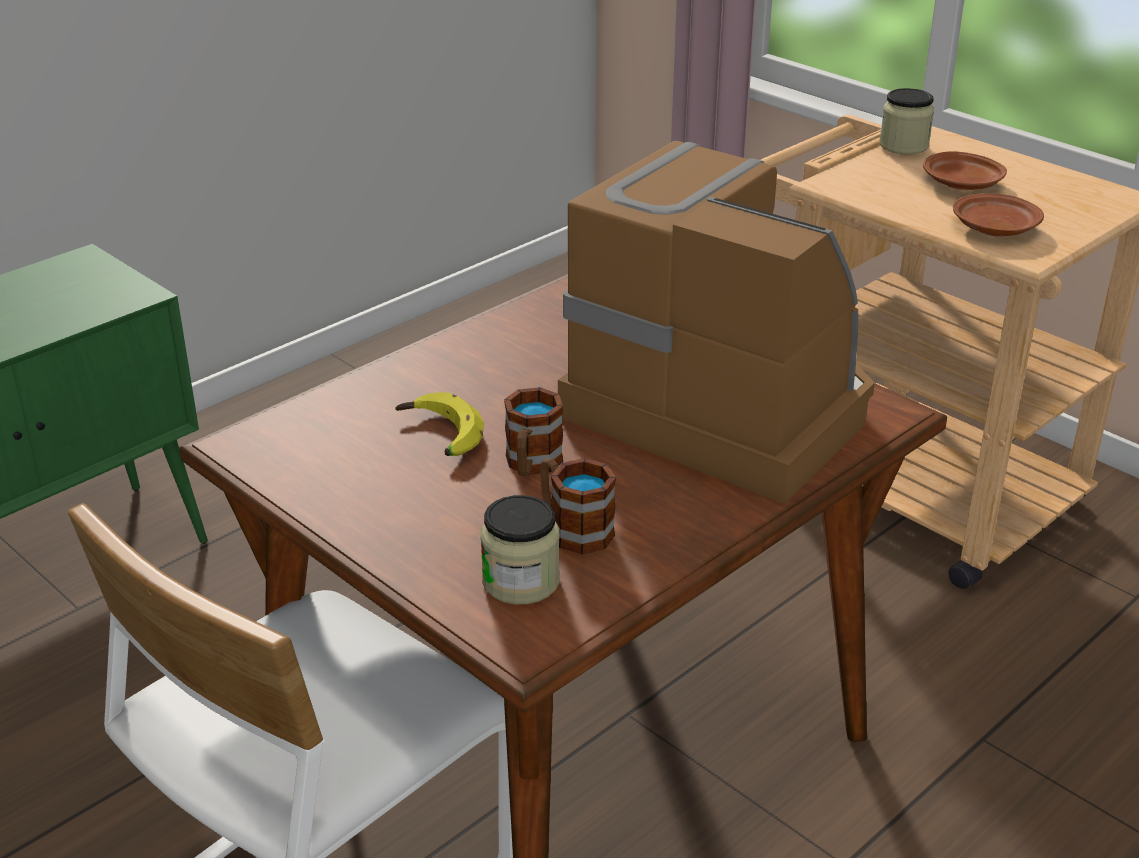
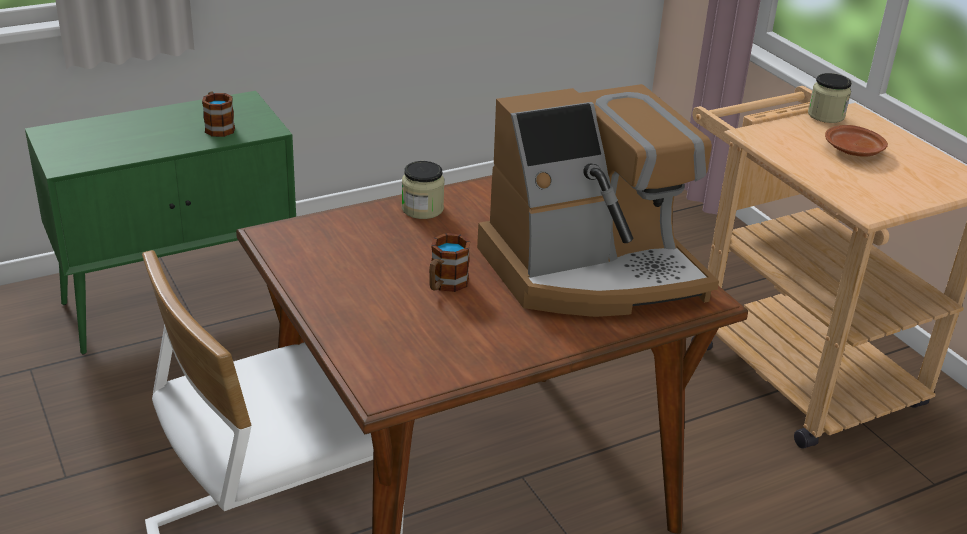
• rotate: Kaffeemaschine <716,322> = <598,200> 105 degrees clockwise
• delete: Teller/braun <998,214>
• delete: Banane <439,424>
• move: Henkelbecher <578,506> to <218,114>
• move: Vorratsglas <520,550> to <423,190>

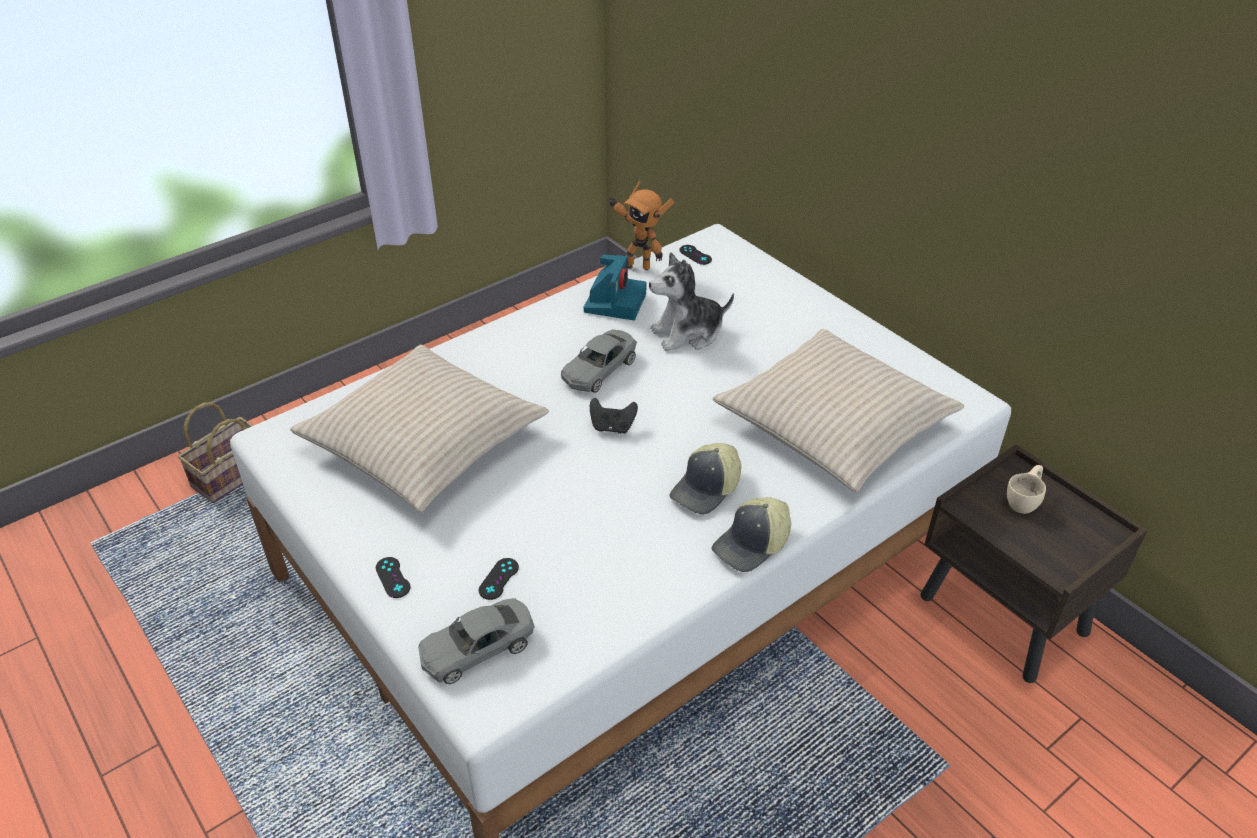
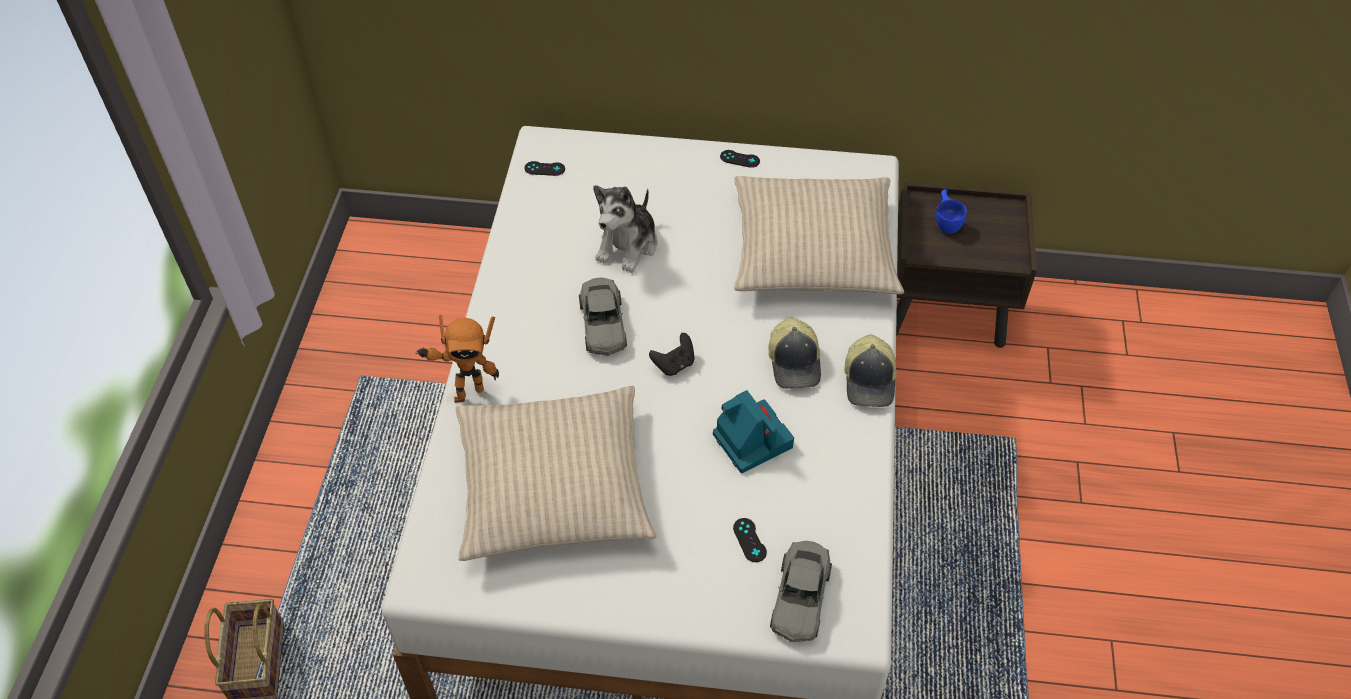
• move: Spielzeugroboter <641,225> to <457,359>
• move: Kamera <615,287> to <753,431>
• recolor: Tasse/beige <1026,489> to Tasse/blau <951,211>
• move: Gamepad/schwarz <393,577> to <740,159>

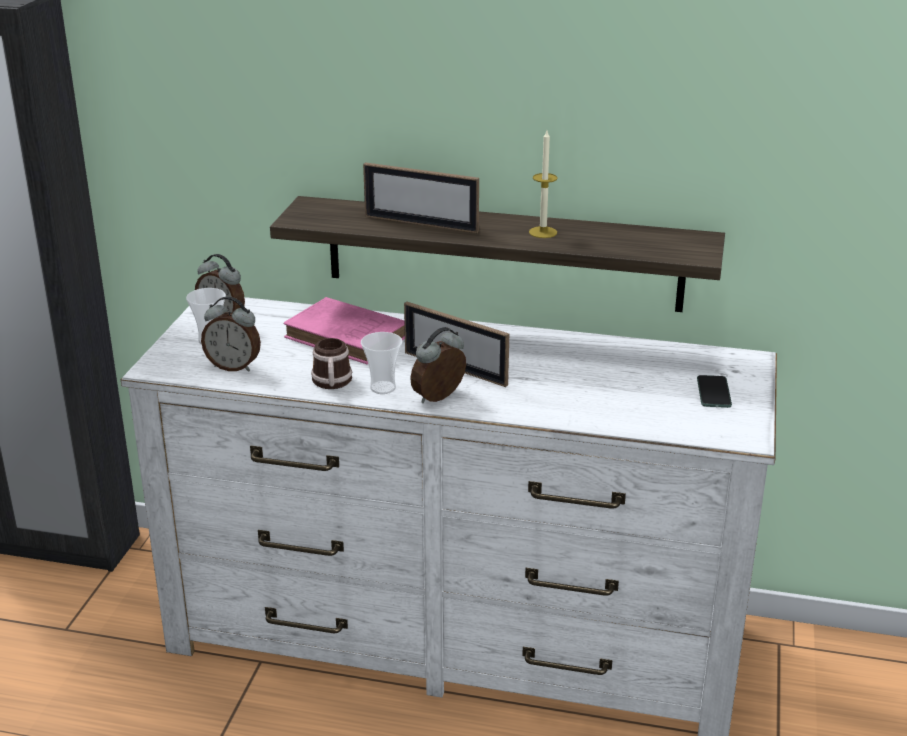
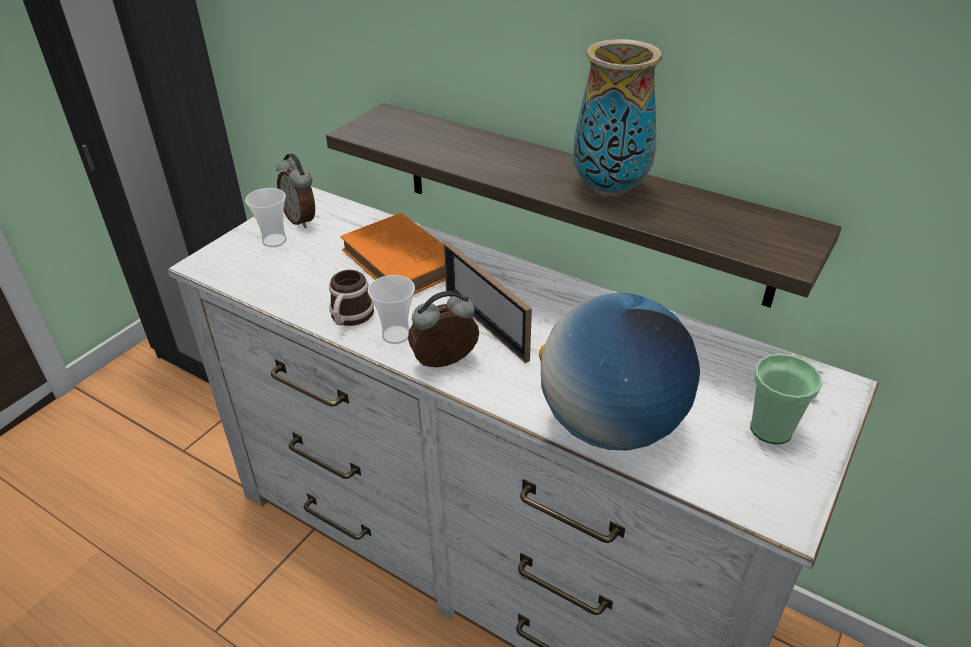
• replace: Kerze <543,184> to Vase <617,118>
• delete: Bilderrahmen <421,197>
• delete: Wecker <231,334>
• recolor: Buch/rosa <344,330> to Buch/orange <392,254>
• replace: Handy <714,391> to Tasse <786,399>
• insert: Globus <619,371>

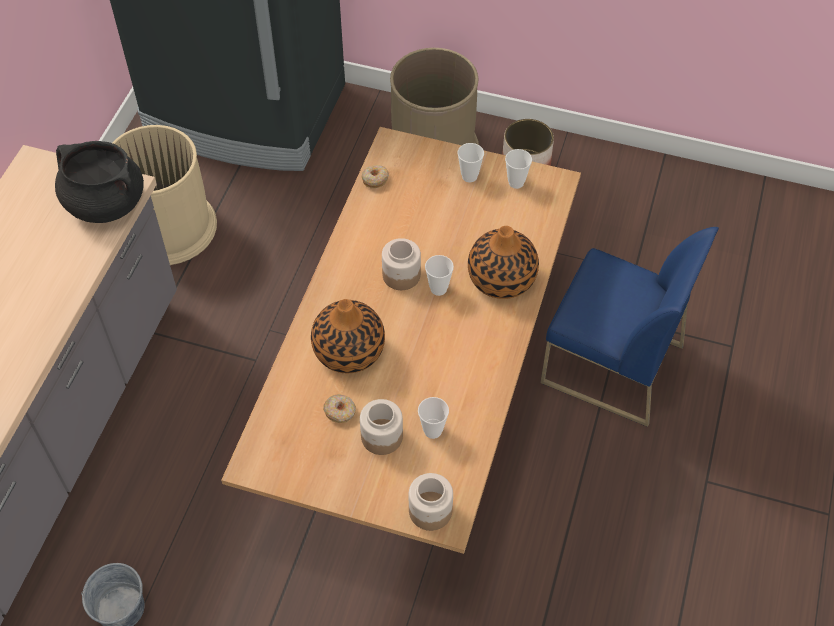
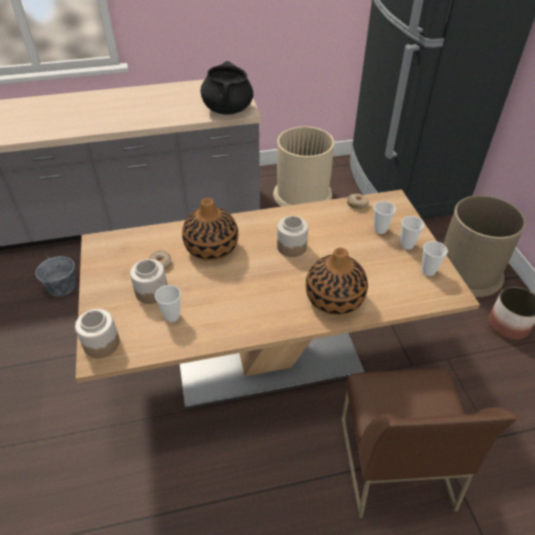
• recolor: Stuhl/blau <629,327> to Stuhl/braun <429,443>
• move: Tasse <439,275> to <385,217>

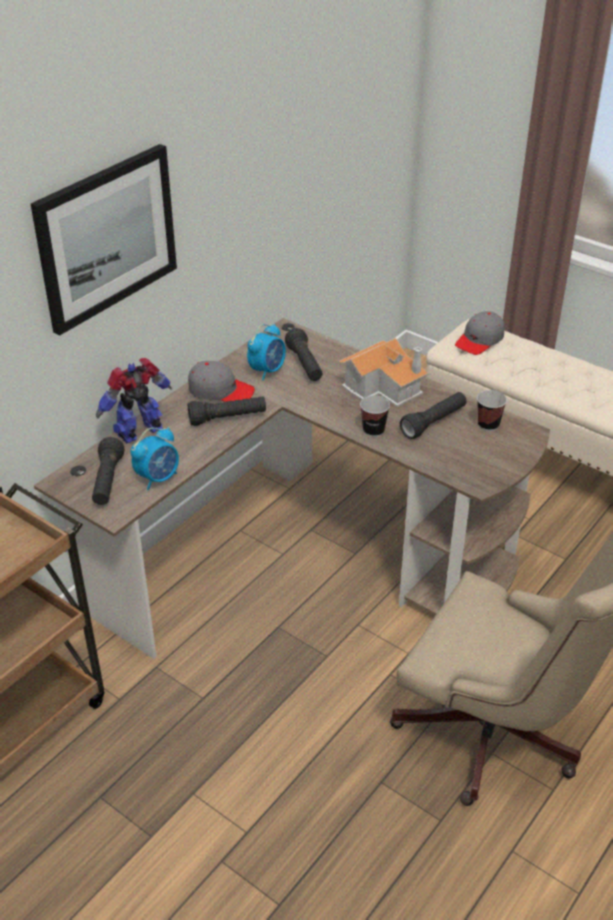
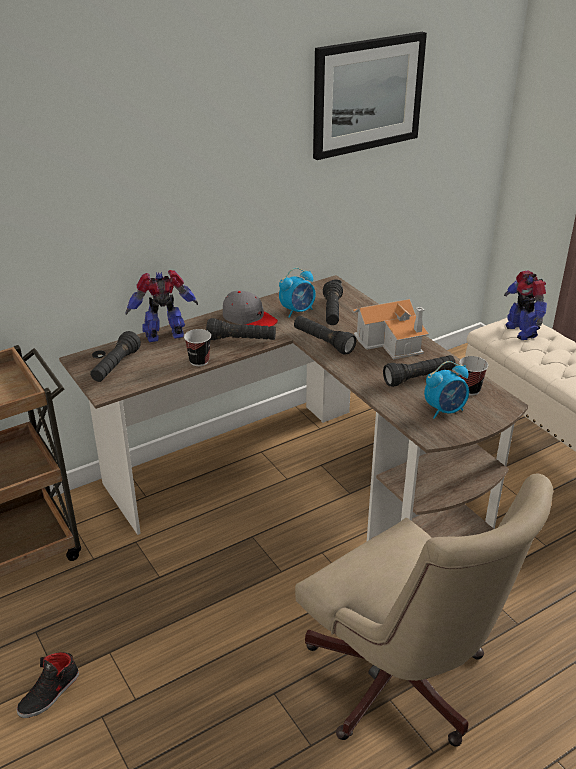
• move: Bild <104,240> to <370,96>
• replace: Kappe/grau <480,333> to Spielzeugroboter <525,305>
• move: Tasse <375,416> to <197,347>
• move: Wecker <154,458> to <446,390>
• insert: Taschenlampe/schwarz <325,335>
• insert: Schuh/schwarz <48,685>

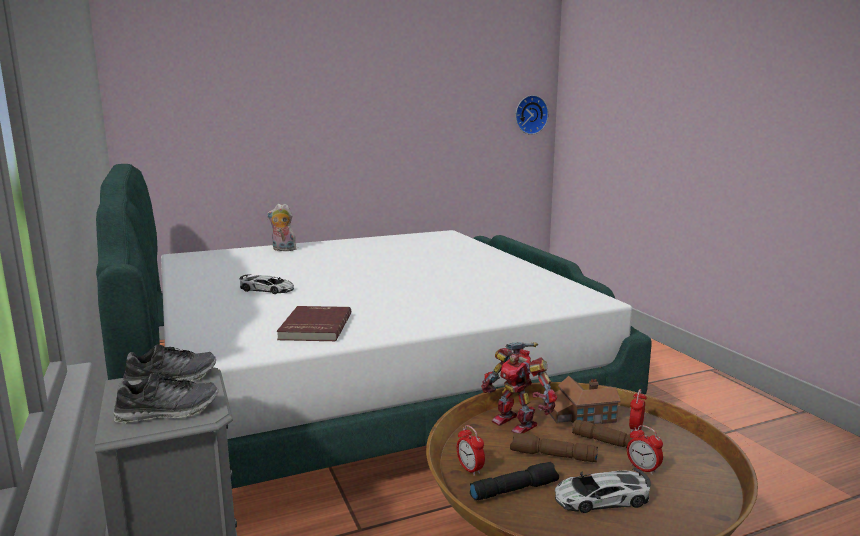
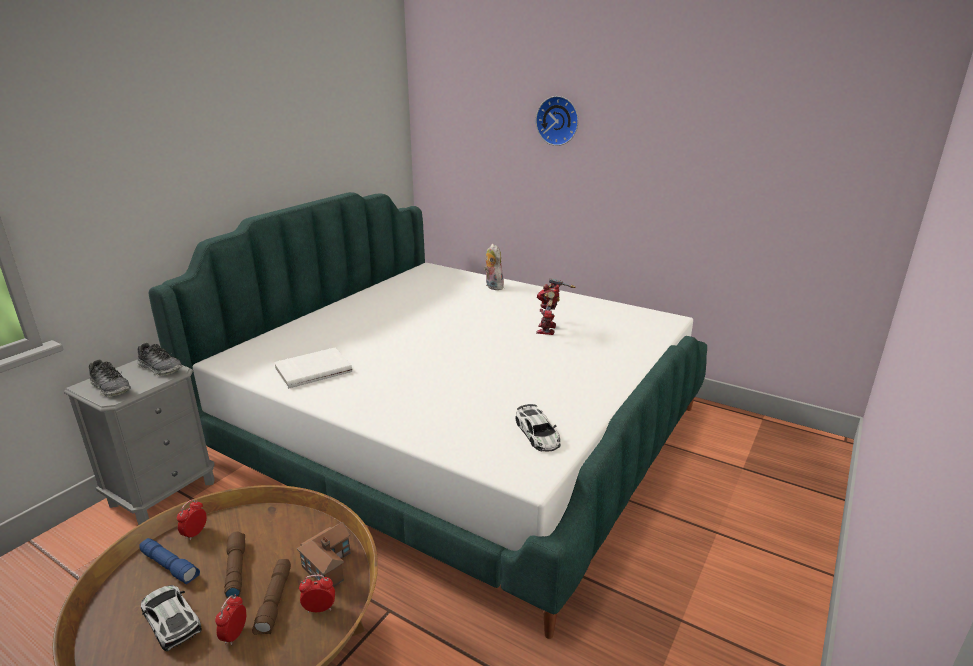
• move: Wanduhr <532,115> to <557,121>
• move: Spielzeugauto <267,284> to <538,427>
• recolor: Buch/rot <313,323> to Buch/weiß <313,368>
• move: Spielzeugroboter <519,387> to <555,306>
• recolor: Taschenlampe/schwarz <514,481> to Taschenlampe/blau <169,561>

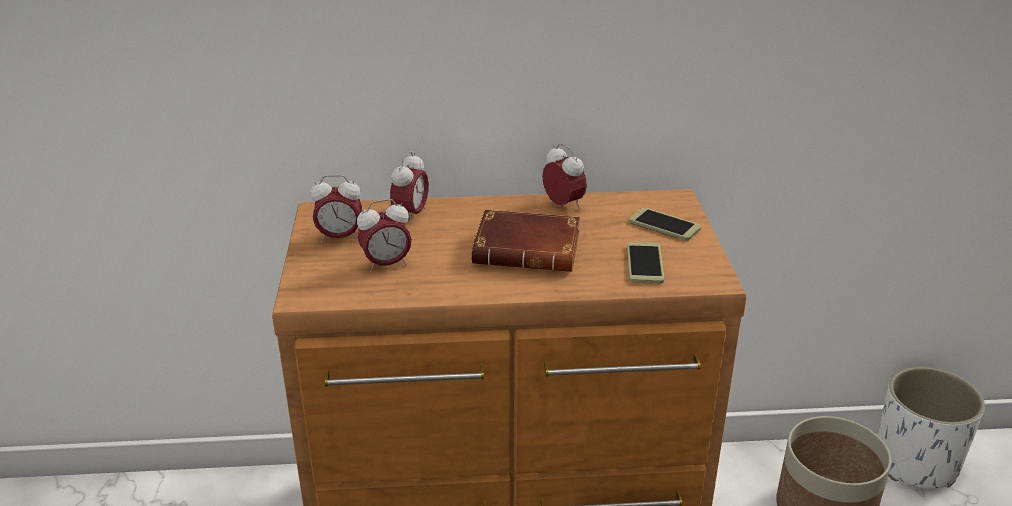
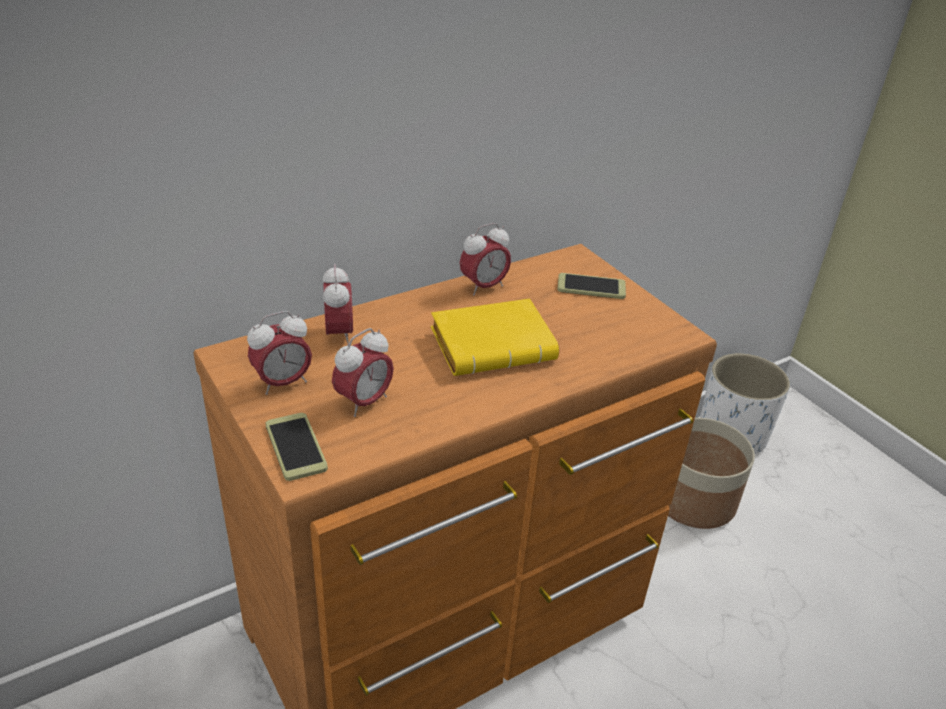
• rotate: Wecker <564,176> = <485,259> 120 degrees clockwise
• recolor: Buch/braun <525,241> to Buch/gelb <495,337>
• move: Handy <645,263> to <297,447>

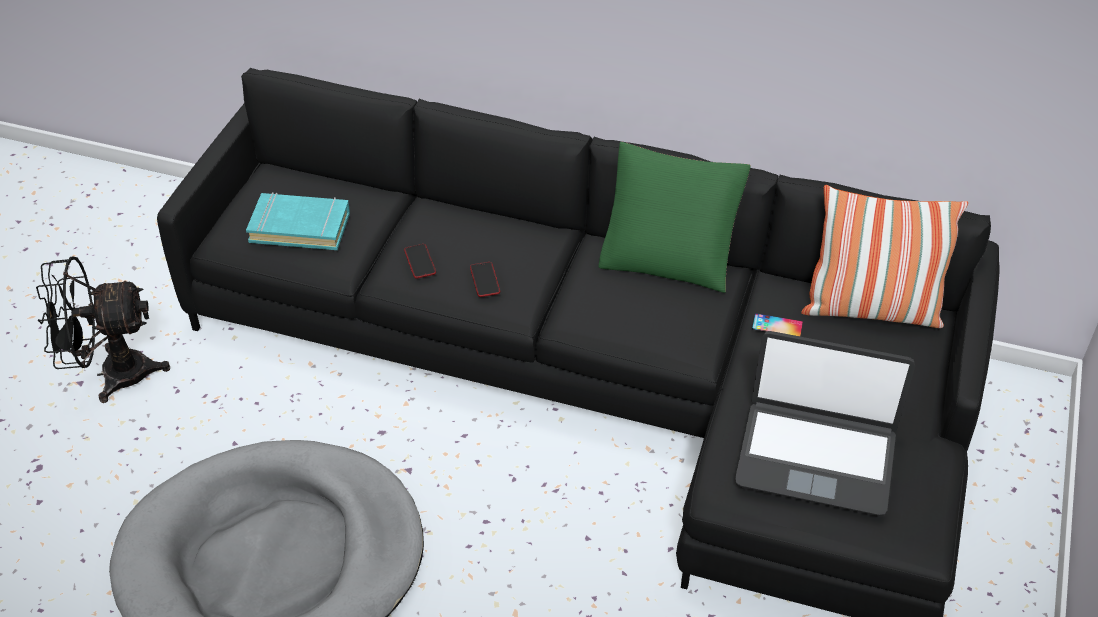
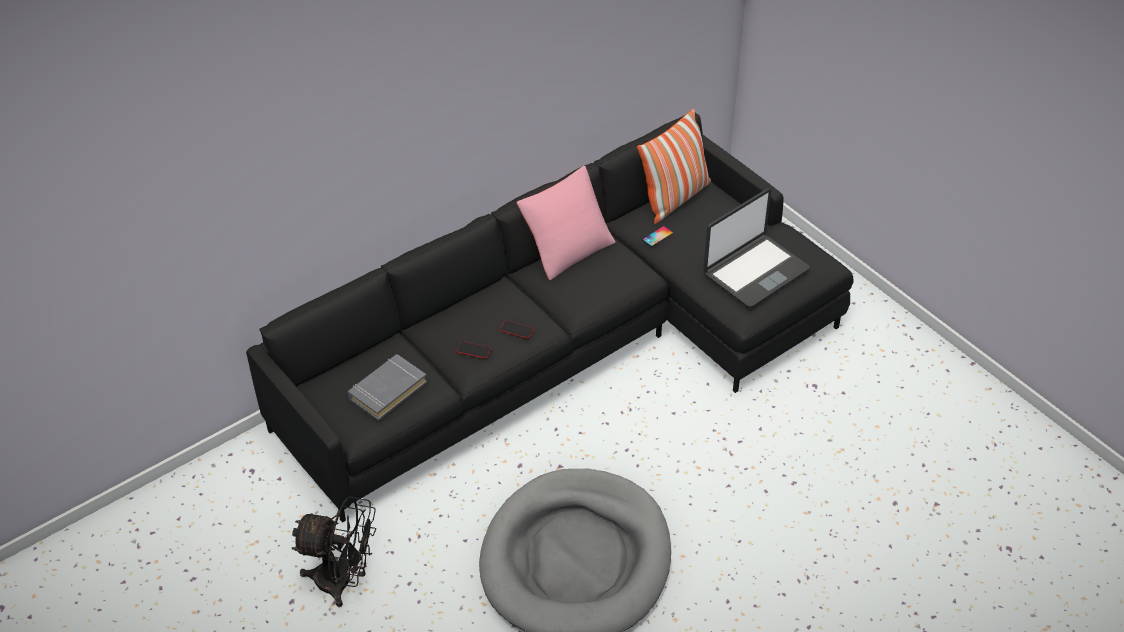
• recolor: Kissen/grün <674,217> to Kissen/rosa <566,223>
• recolor: Buch/türkis <298,221> to Buch/grau <387,387>
• rotate: Ventilator/schwarz <103,329> = <334,551> 105 degrees counterclockwise

